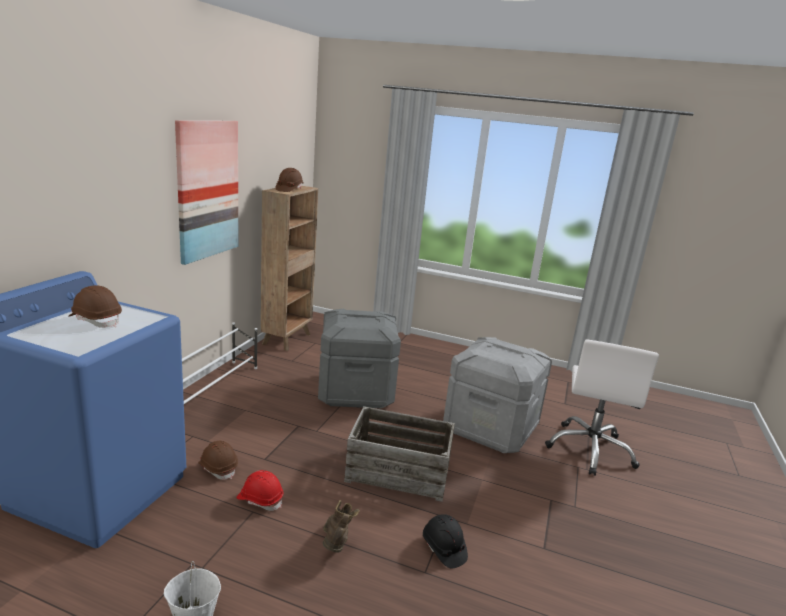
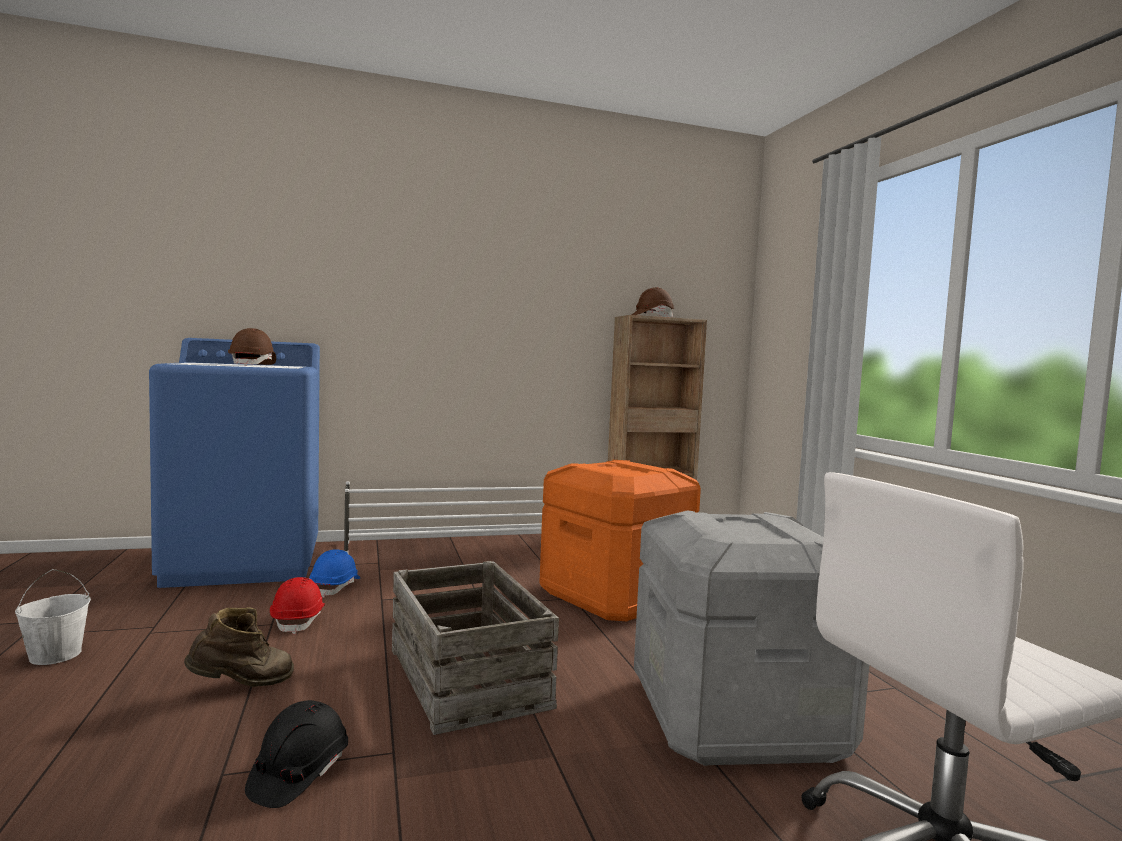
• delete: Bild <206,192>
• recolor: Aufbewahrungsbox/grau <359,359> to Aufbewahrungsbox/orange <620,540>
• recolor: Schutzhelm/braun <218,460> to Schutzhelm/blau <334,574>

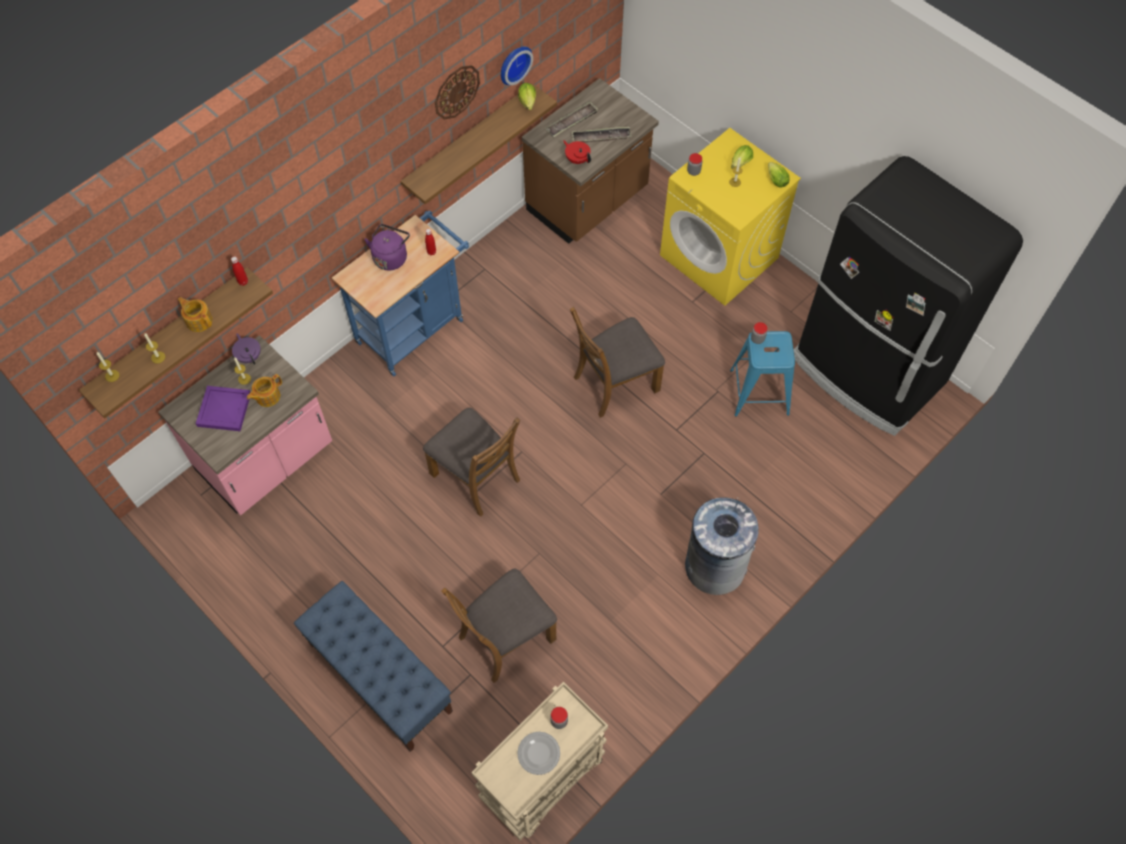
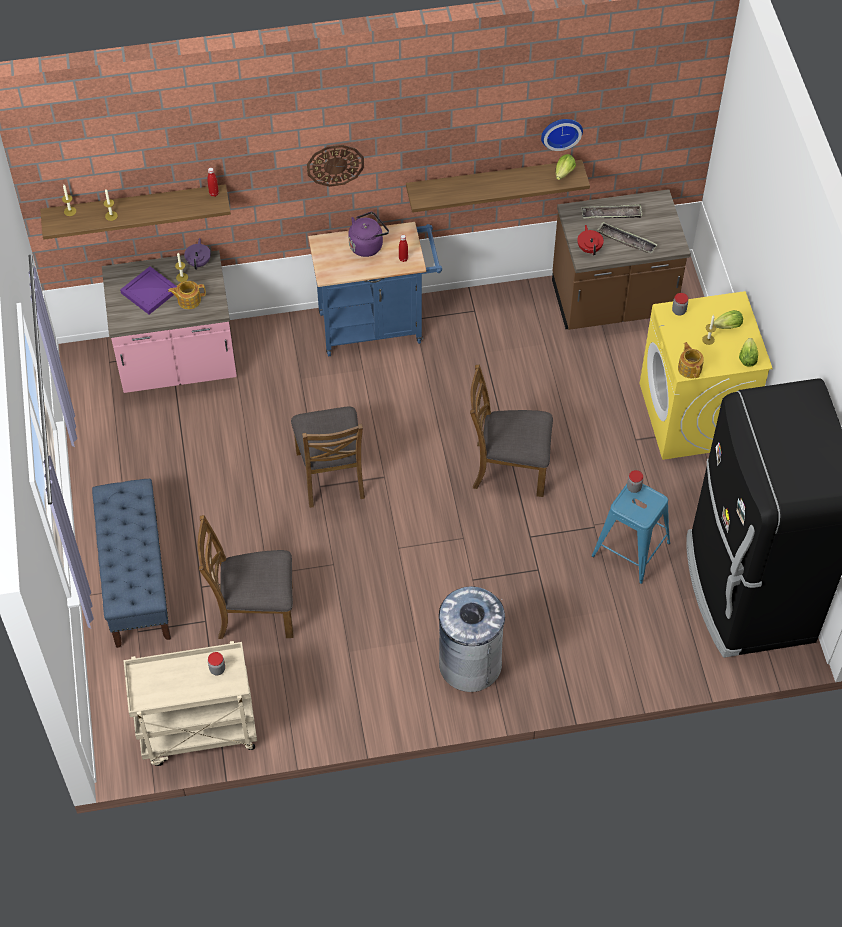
• move: Wanduhr <457,92> to <335,166>
• move: Teekanne <195,314> to <691,360>
• delete: Teller <538,753>

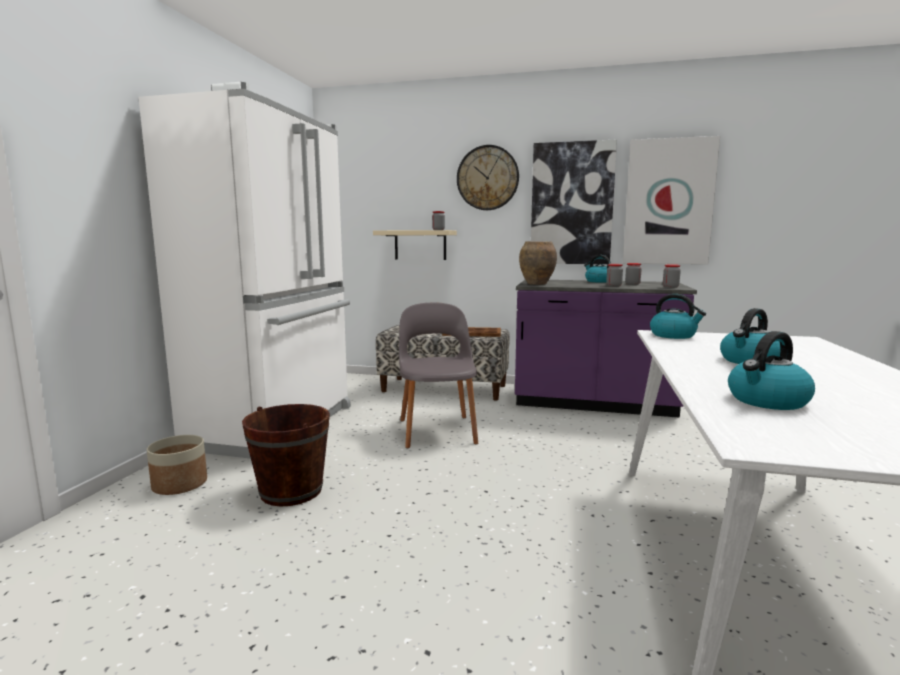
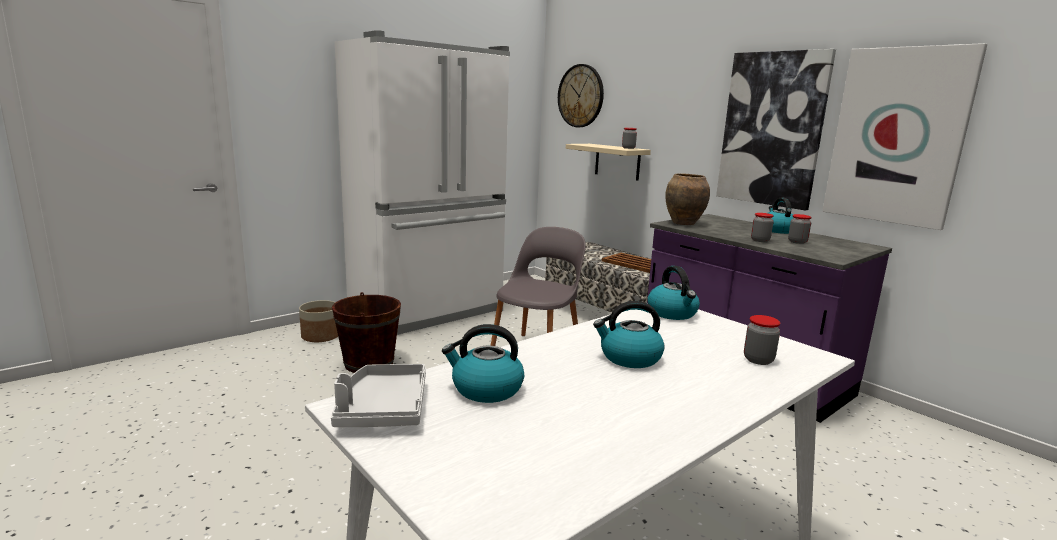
• move: Wanduhr <488,177> to <581,95>
• move: Vorratsglas <672,276> to <762,340>
• insert: Tablett/grau <378,395>

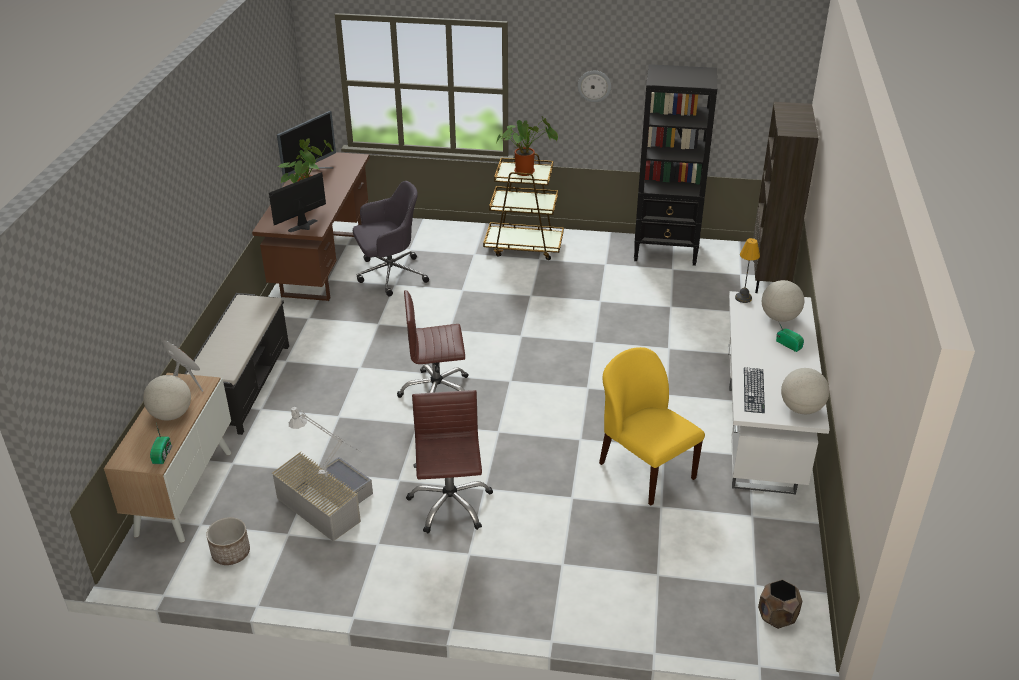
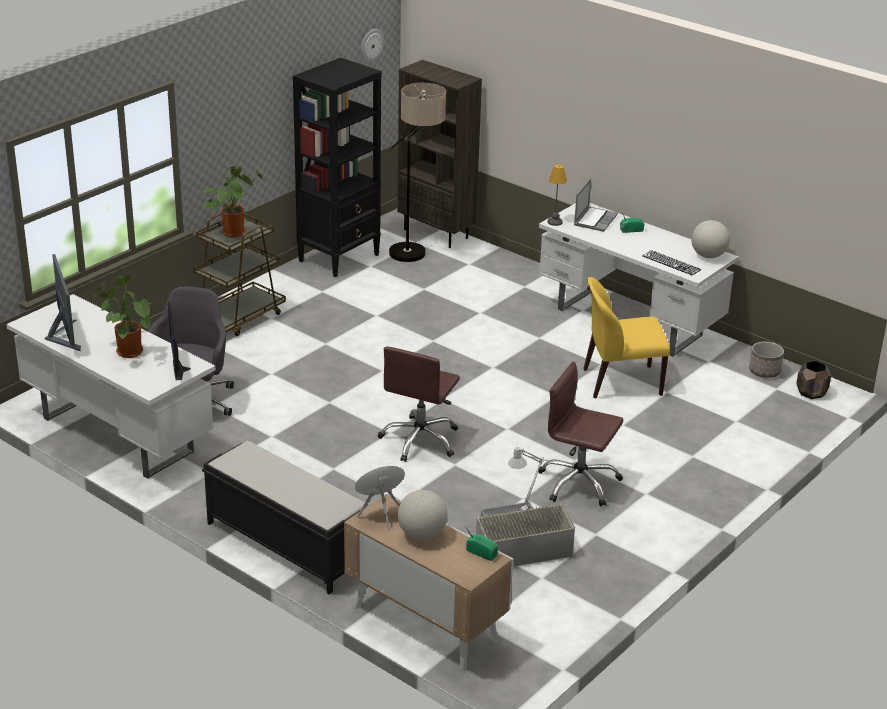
• move: Wanduhr <594,86> to <372,46>
• recolor: Schreibtisch/braun <310,226> to Schreibtisch/weiß <111,386>
• replace: Globus <783,301> to Laptop <596,205>
• move: Pflanzkübel <228,541> to <766,360>
• insert: Stehlampe <417,172>

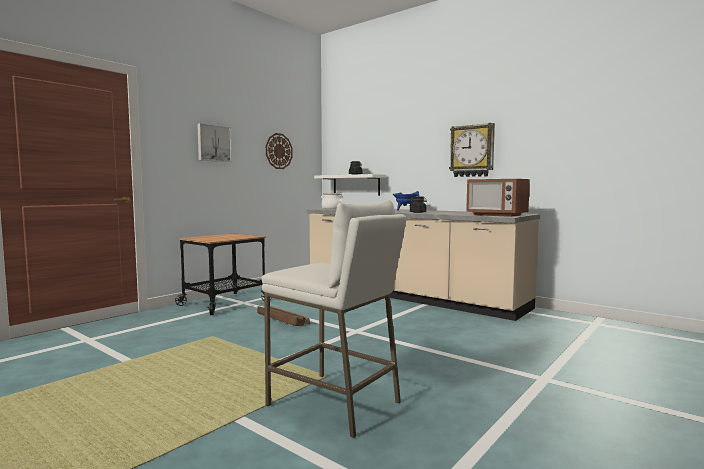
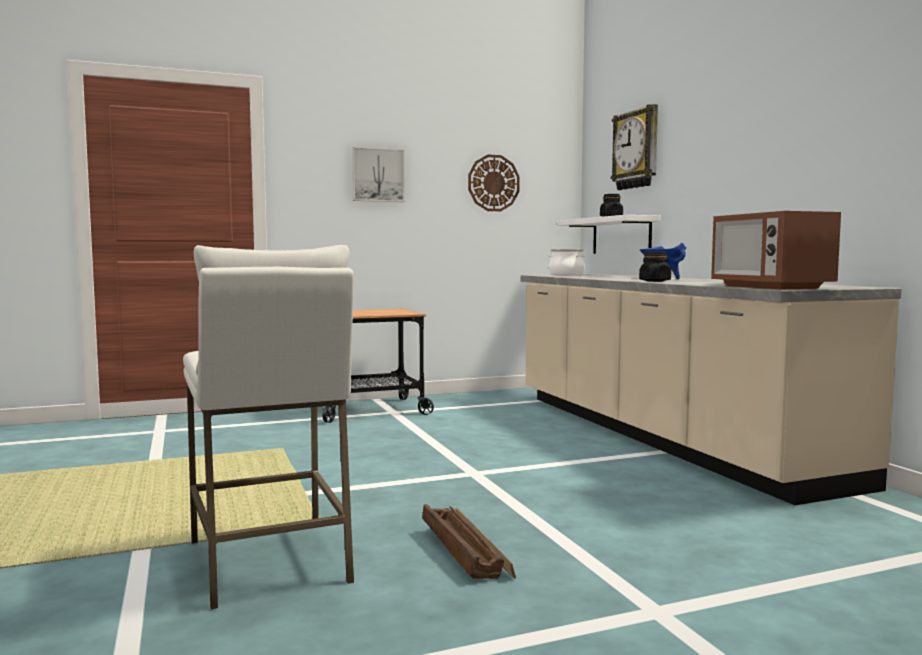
• move: Wanduhr <472,150> to <634,147>
• move: Kiste <283,316> to <469,541>

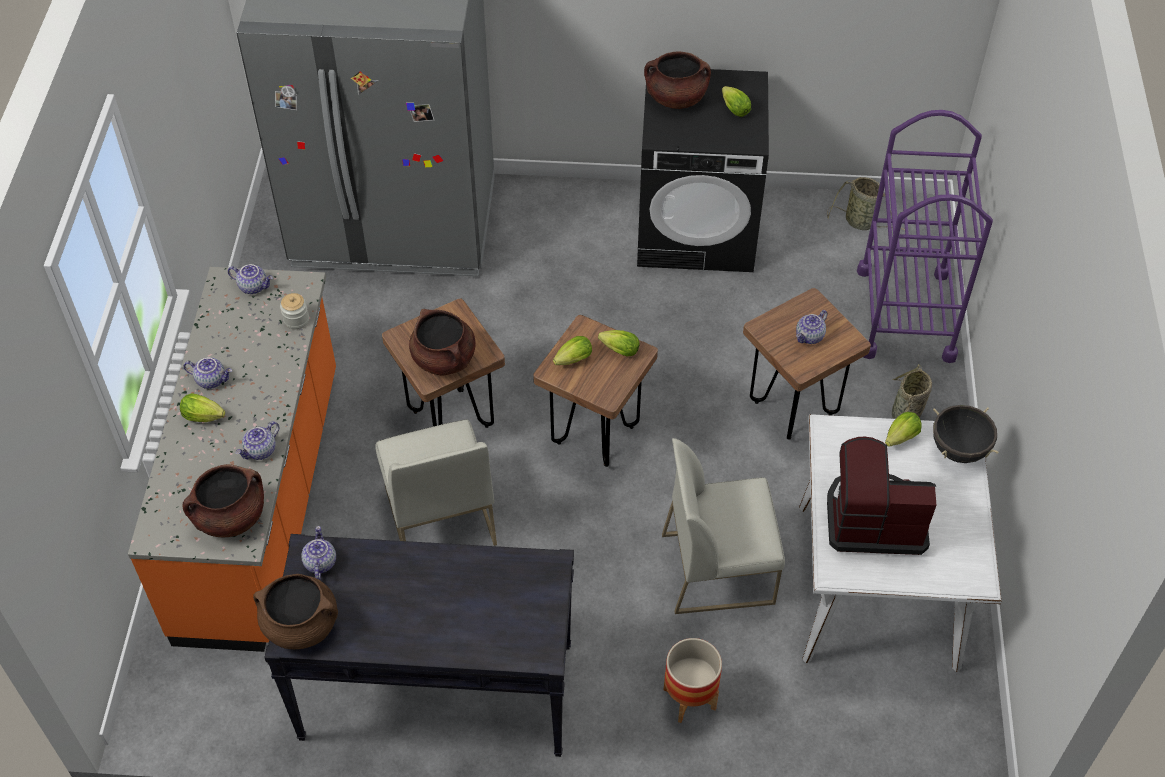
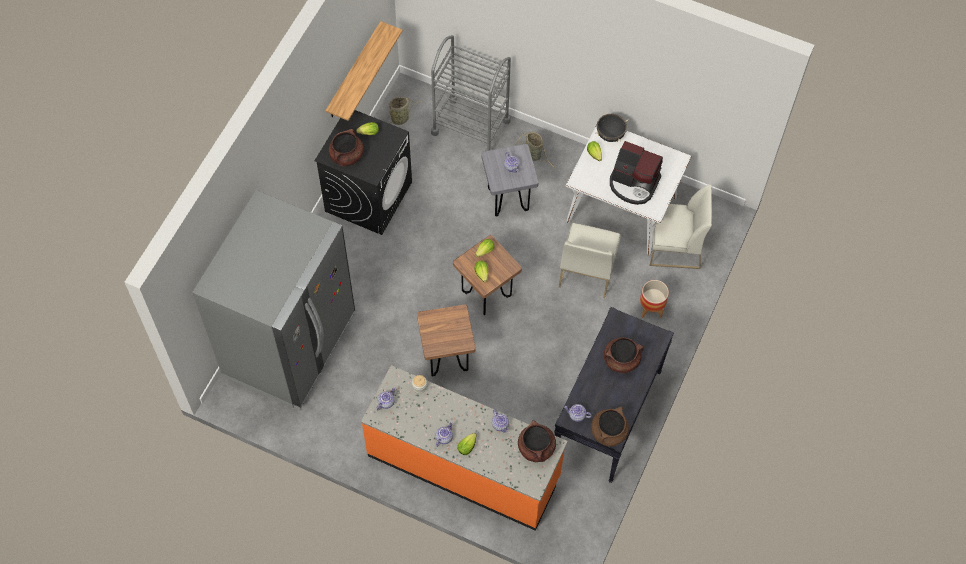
• recolor: Rollwagen/lila <925,236> to Rollwagen/grau <471,93>
• recolor: Hocker/braun <807,364> to Hocker/grau <510,180>
• move: Kochtopf/braun <442,342> to <624,355>
• move: Stuhl/weiß <436,482> to <681,226>
• rotate: Kaffeemaschine <881,496> = <636,173> 90 degrees counterclockwise
• insert: Wandregal <364,71>

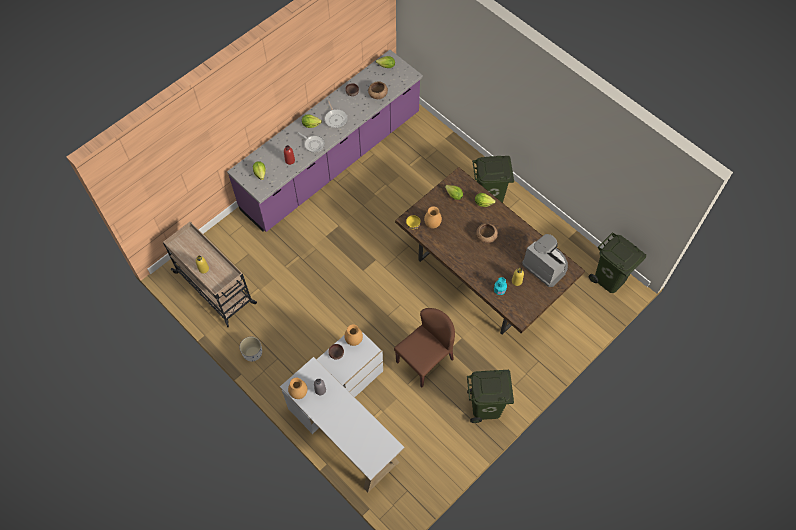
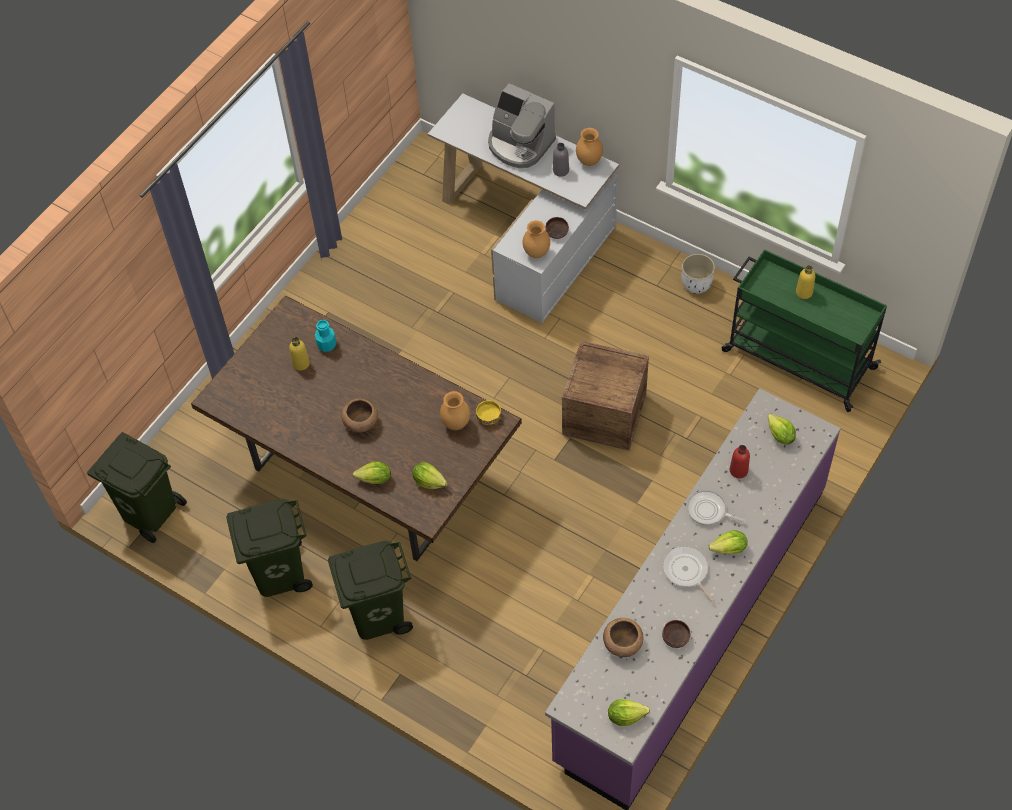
• recolor: Rollwagen/beige <210,274> to Rollwagen/grün <804,330>
• move: Kaffeemaschine <545,260> to <522,125>
• delete: Stuhl/braun <424,347>
• move: Mülleimer/grün <490,396> to <269,548>
• insert: Kiste <605,395>

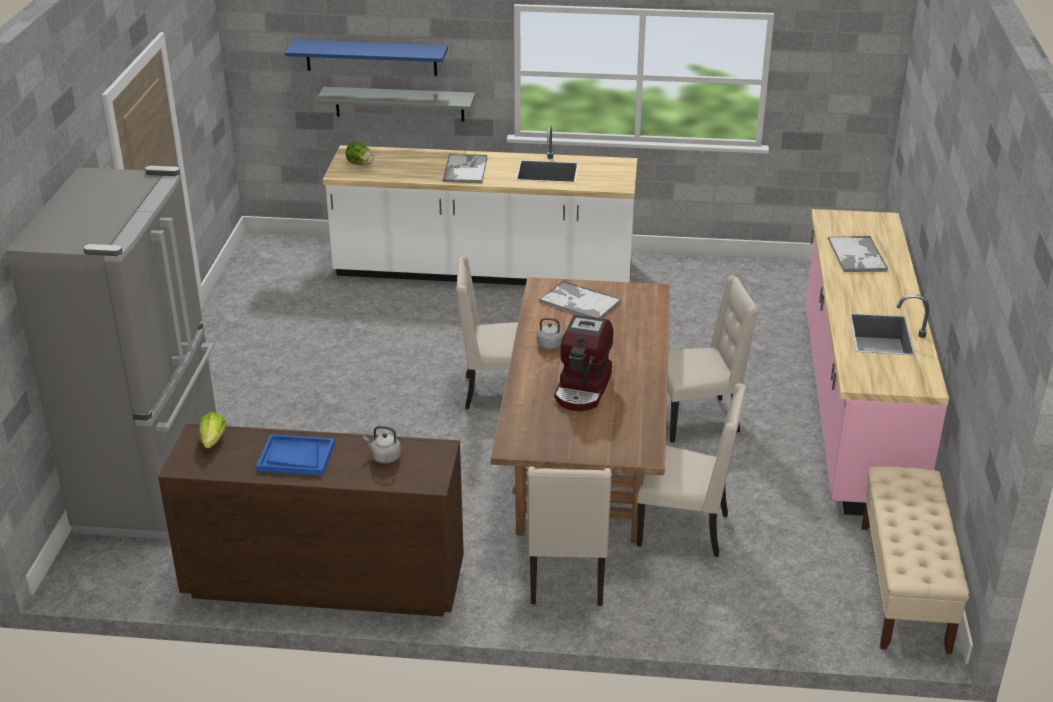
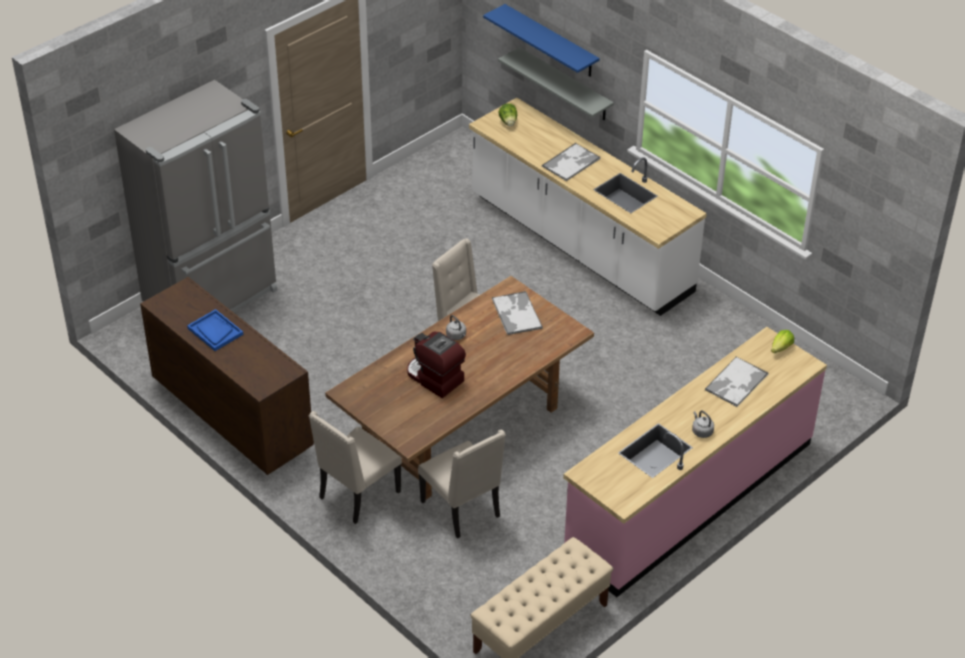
• delete: Stuhl/beige <712,359>
• rotate: Kaffeemaschine <583,363> = <436,365> 75 degrees clockwise
• move: Salatkopf <213,430> to <782,341>
• move: Wasserkessel/grau <382,445> to <703,424>

